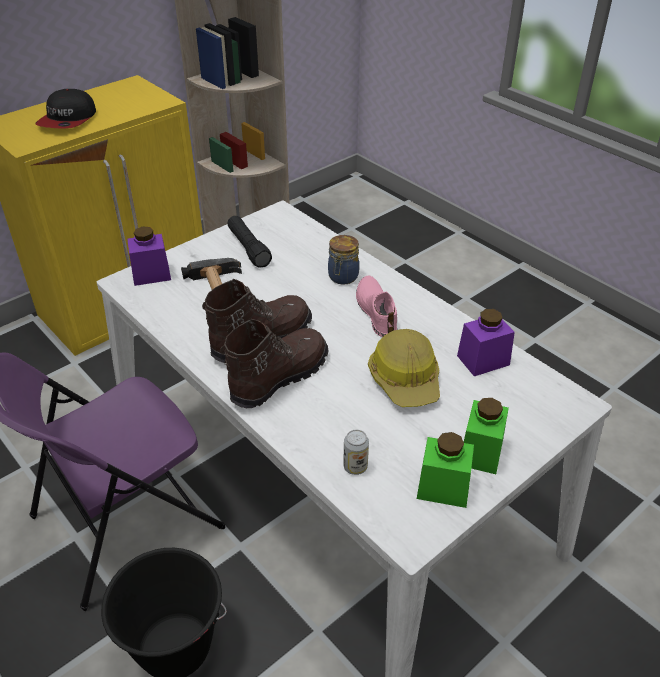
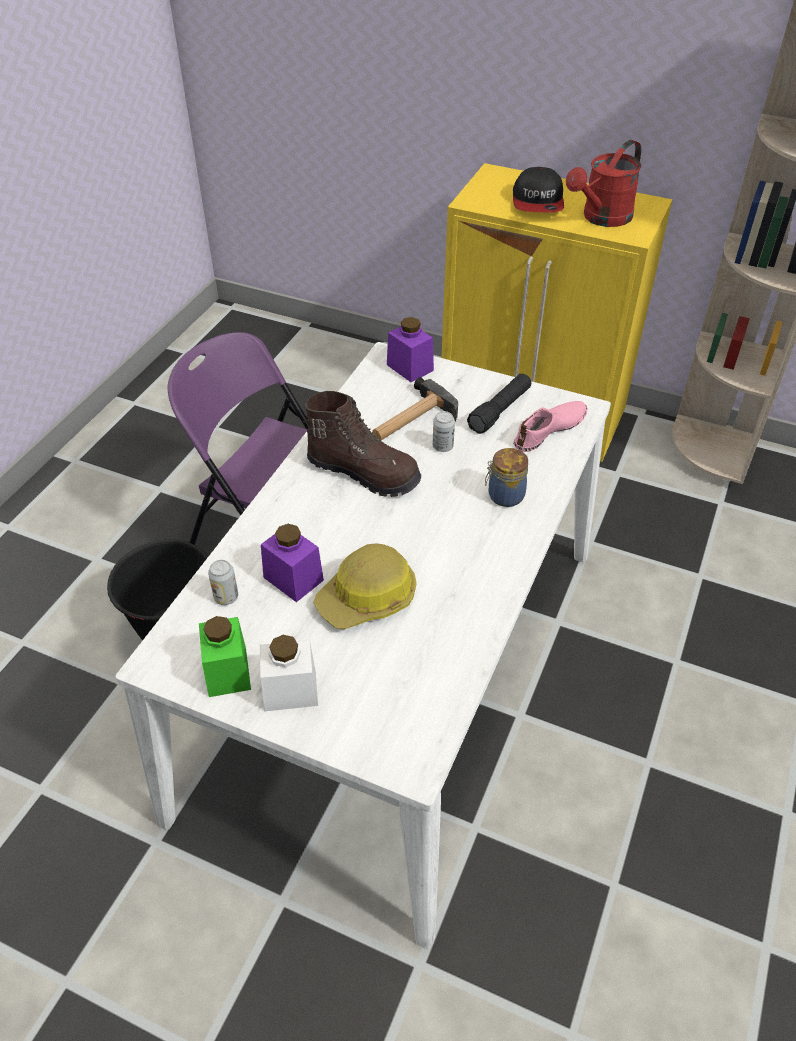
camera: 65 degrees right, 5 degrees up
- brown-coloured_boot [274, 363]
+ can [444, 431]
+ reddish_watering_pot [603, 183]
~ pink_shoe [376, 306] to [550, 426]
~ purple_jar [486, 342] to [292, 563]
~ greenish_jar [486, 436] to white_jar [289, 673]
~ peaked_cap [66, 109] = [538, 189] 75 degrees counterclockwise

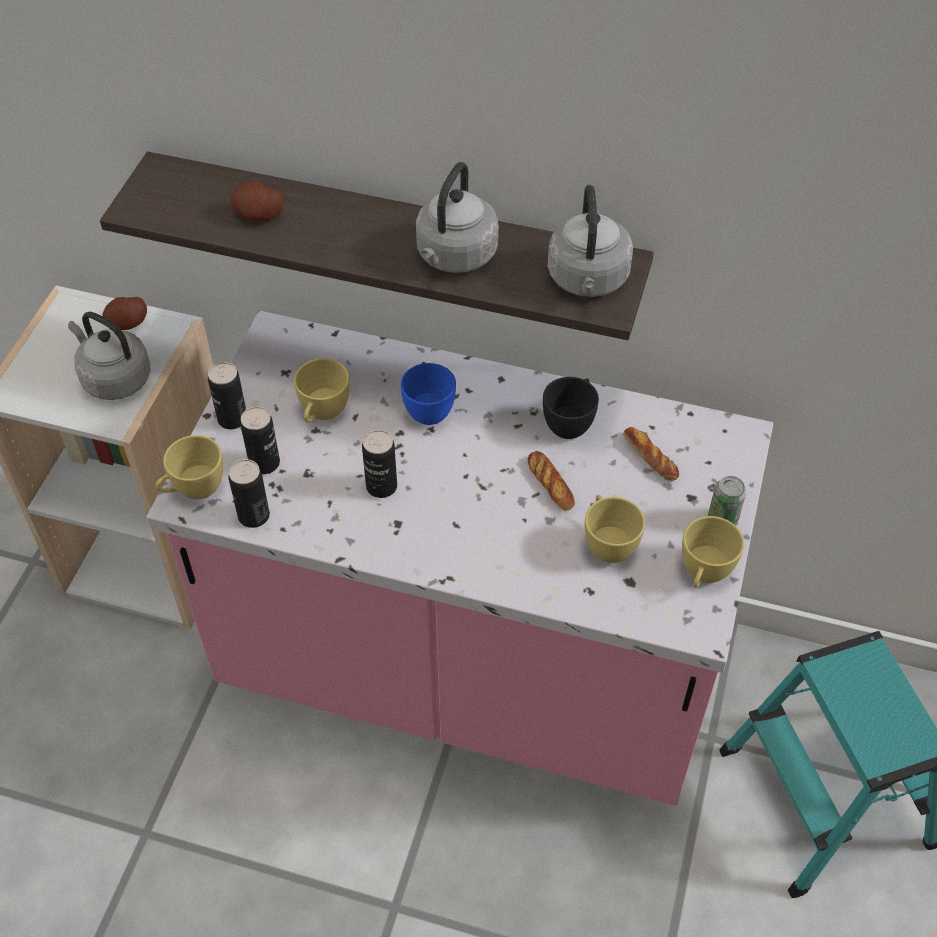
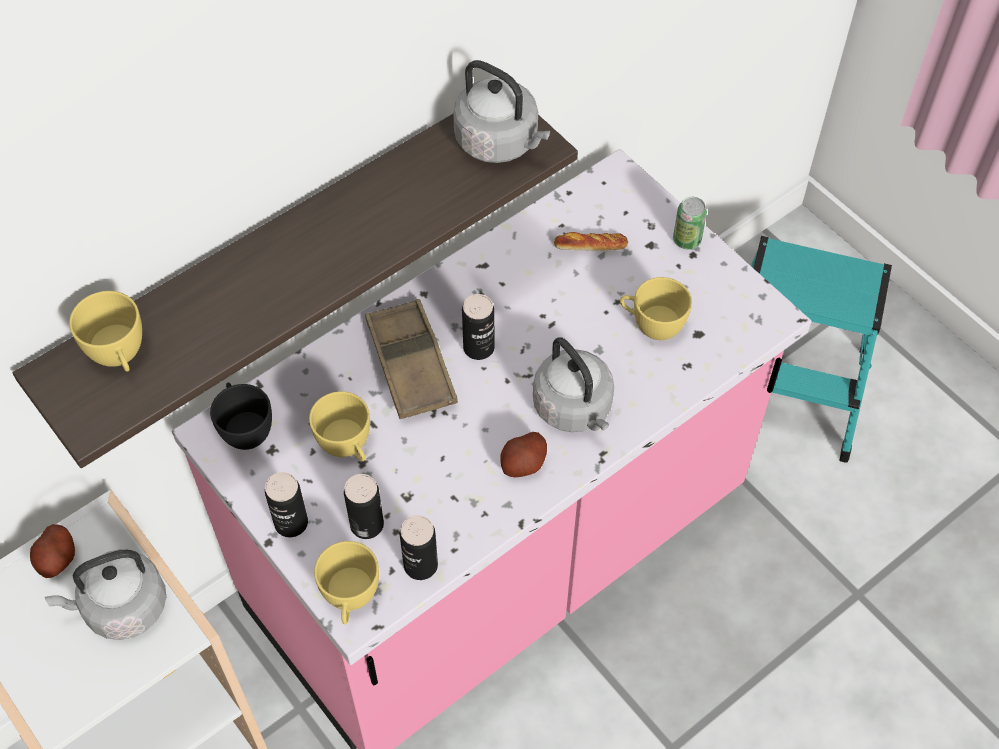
camera: 55 degrees left, 5 degrees up
- bread [551, 481]
~ spud [257, 202] to [523, 455]
~ can [379, 464] to [478, 327]
~ greyish_kettle [457, 217] to [573, 384]
~ black-coloured_cup [571, 408] to [241, 416]
~ yellow-coloured_cup [713, 552] to [105, 331]
~ blue_cup [428, 393] to brown-coloured_serving_tray [411, 359]

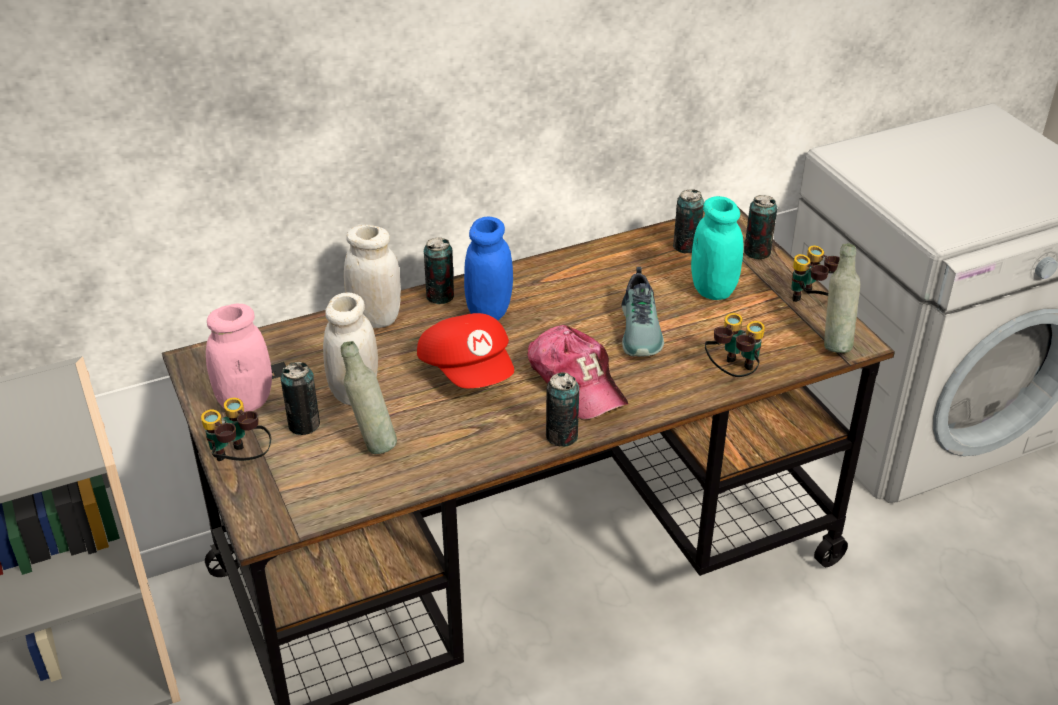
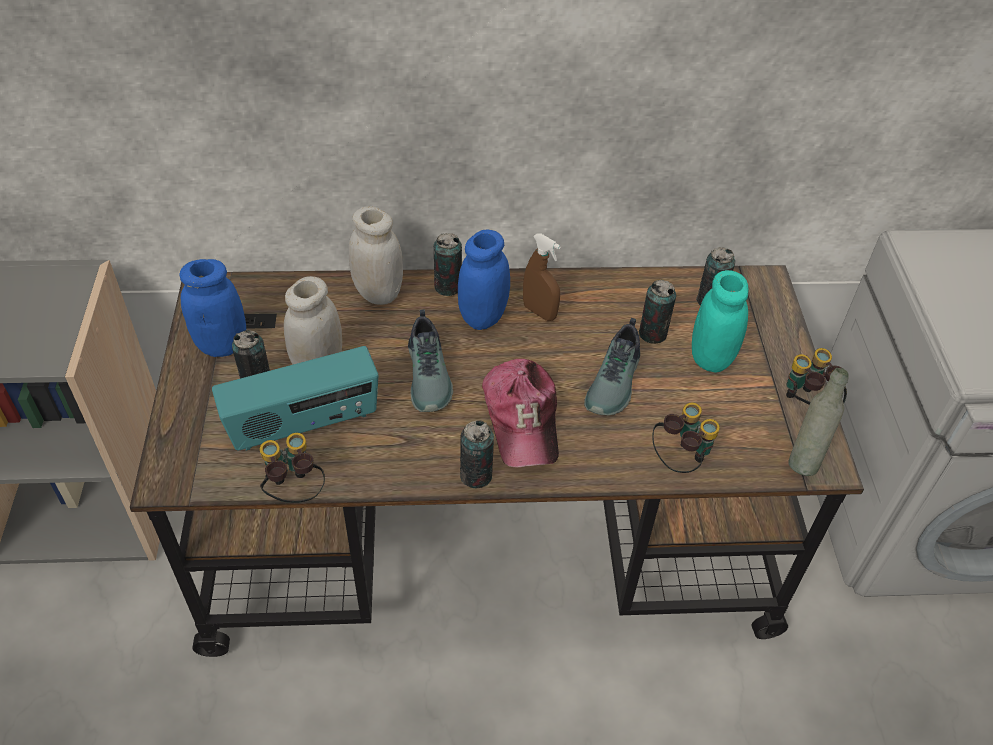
camera: 20 degrees right, 10 degrees up
+ brown-coloured_hand_sprayer [542, 277]
~ binoculars [236, 429] to [292, 468]
~ can [760, 227] to [657, 312]
~ greyish_bottle [369, 397] to radio_receiver [295, 398]
~ reddish_peaked_cap [465, 350] to shoe [430, 361]
~ pink_jar [239, 358] to blue_jar [213, 308]

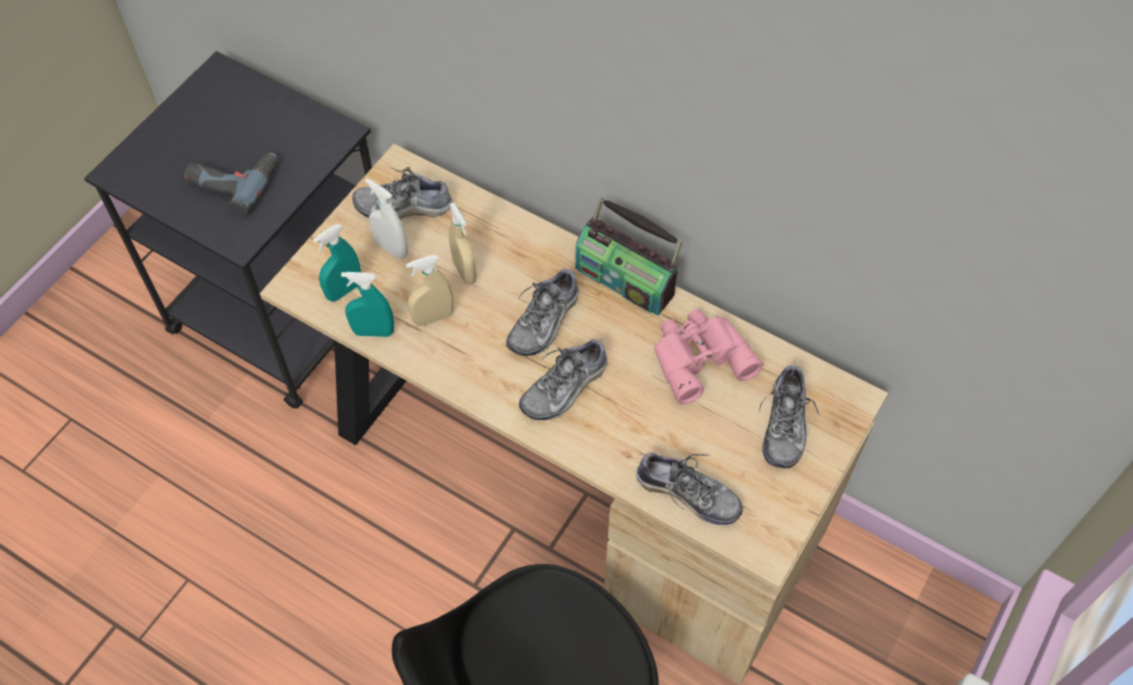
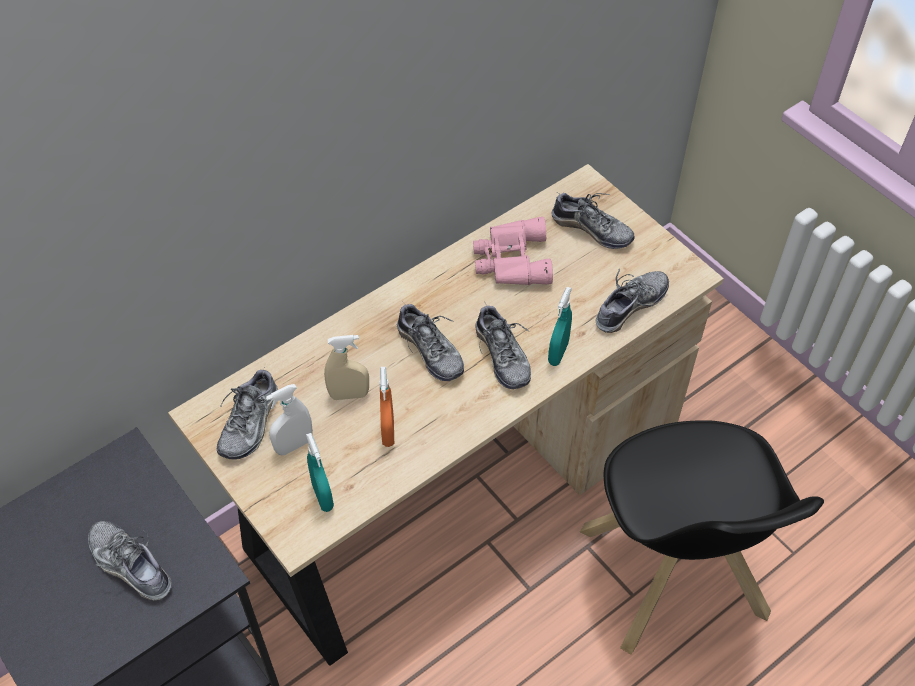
camera: 70 degrees left, 5 degrees down
- radio_receiver [629, 256]
~ turquoise_hand_sprayer [367, 304] to [560, 326]
~ power_drill [231, 184] to shoe [130, 561]
~ beige-coloured_hand_sprayer [430, 290] to orange-coloured_hand_sprayer [386, 407]

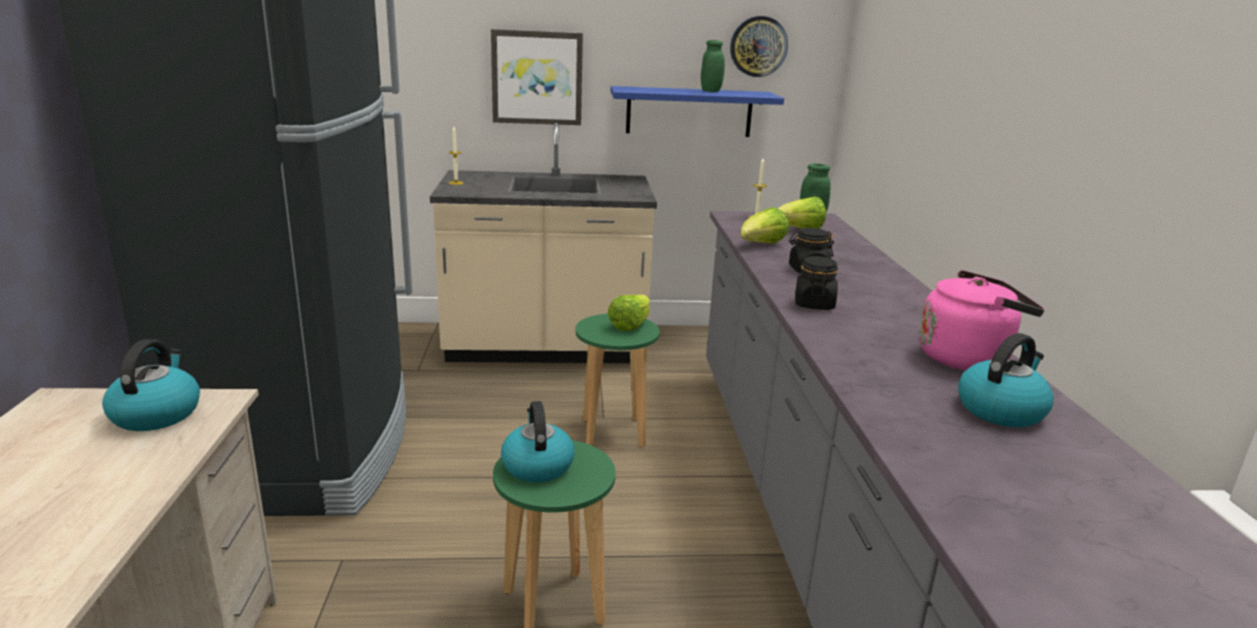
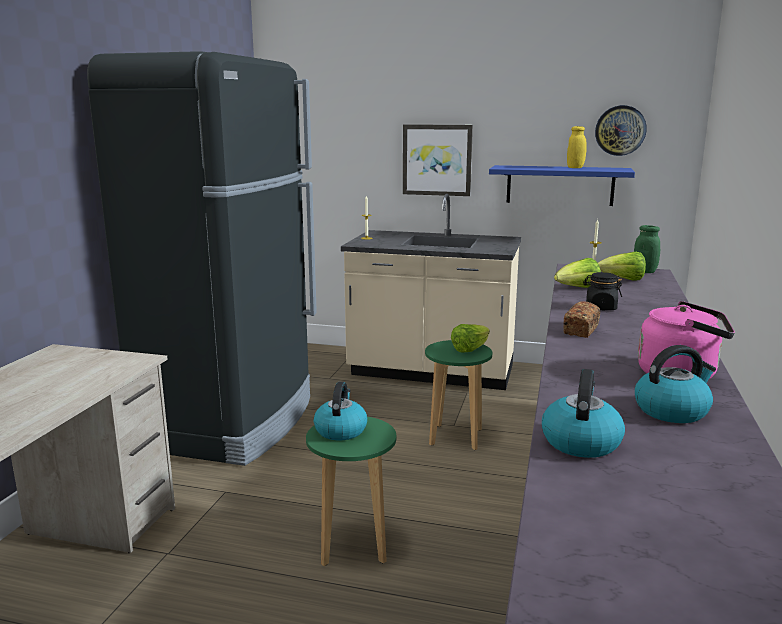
camera: 20 degrees right, 5 degrees down
~ kettle [151, 385] to [583, 413]
~ black-coloured_jar [816, 283] to bread [581, 320]
~ greenish_jar [713, 66] to yellow-coloured_jar [577, 147]

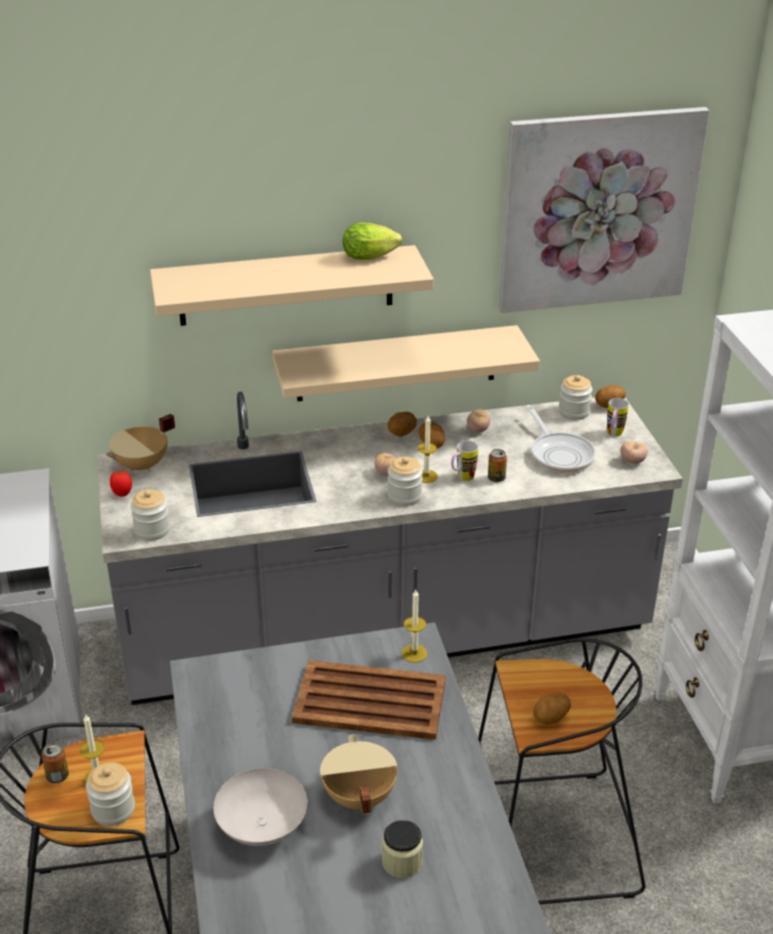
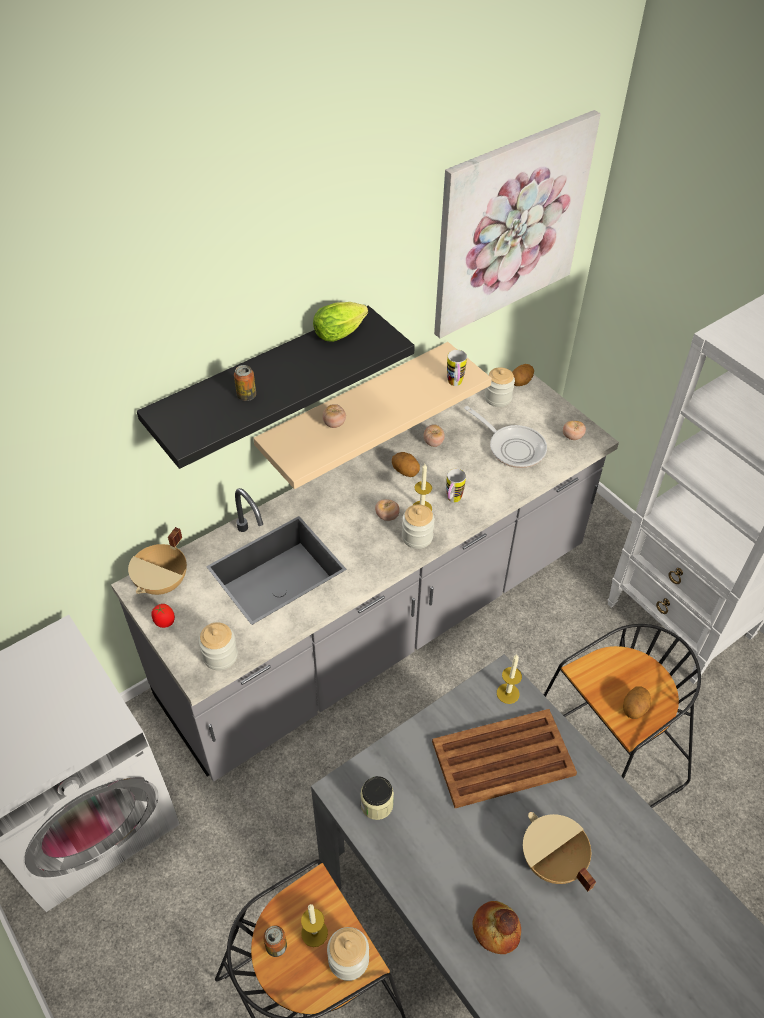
camera: 25 degrees left, 15 degrees up
- spud [402, 424]
+ tomato [334, 416]
~ jar [402, 849] to [377, 798]
~ can [497, 465] to [245, 383]
~ mug [618, 417] to [457, 368]
~ white_deep_dish [260, 807] to bread [496, 927]
~ beige-coloured_shelf [292, 285] to black-coloured_shelf [276, 387]

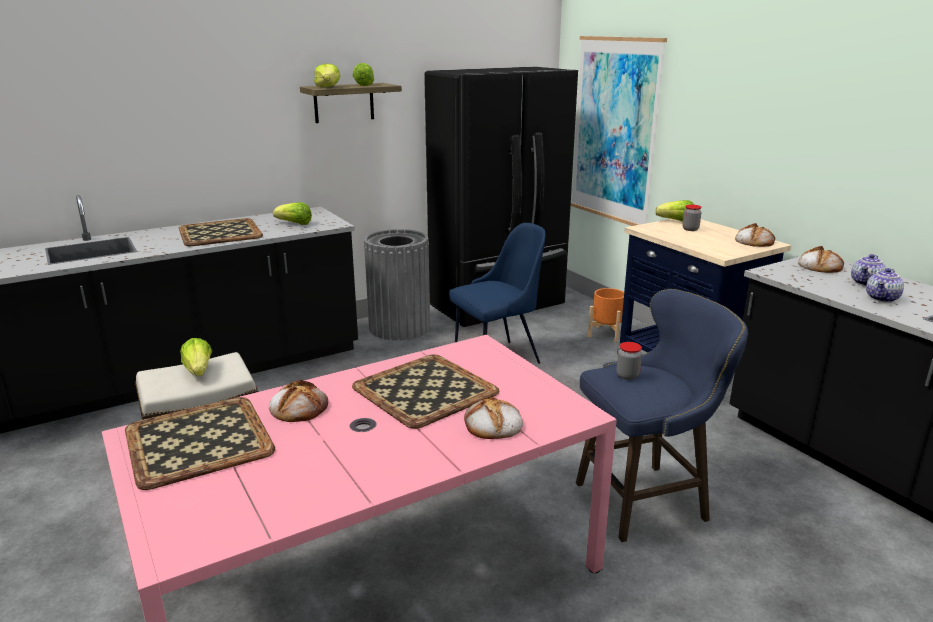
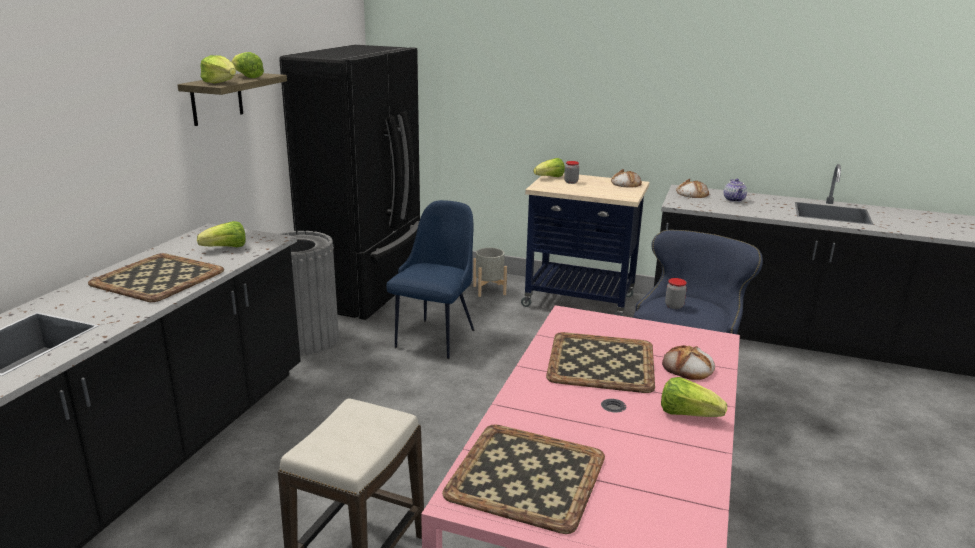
camera: 40 degrees left, 0 degrees up
- bread [298, 401]
- wall_picture [619, 131]
- pot_for_tea [885, 285]
~ lettuce [196, 357] to [694, 397]
~ orange-coloured_planter [606, 315] to greyish_planter [490, 272]

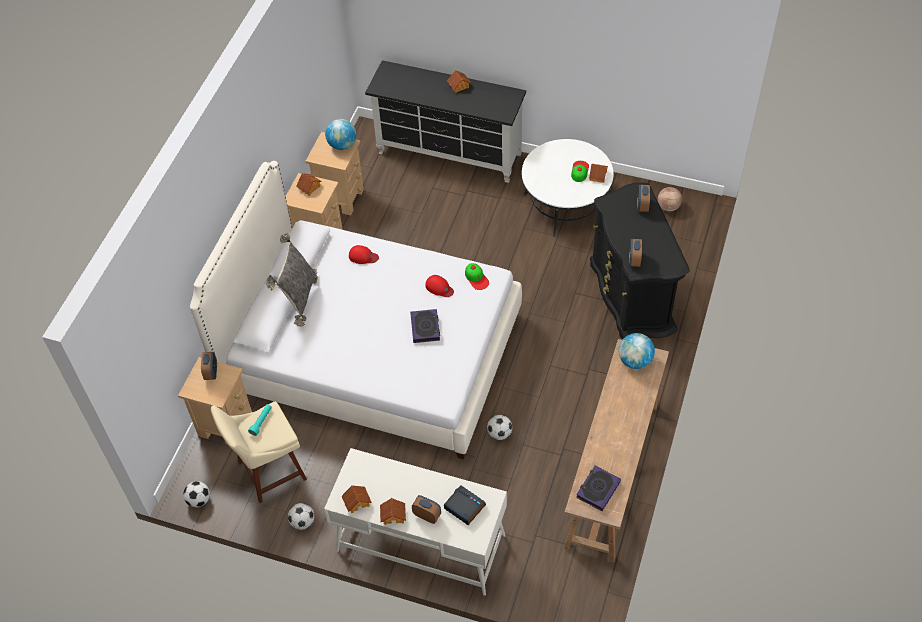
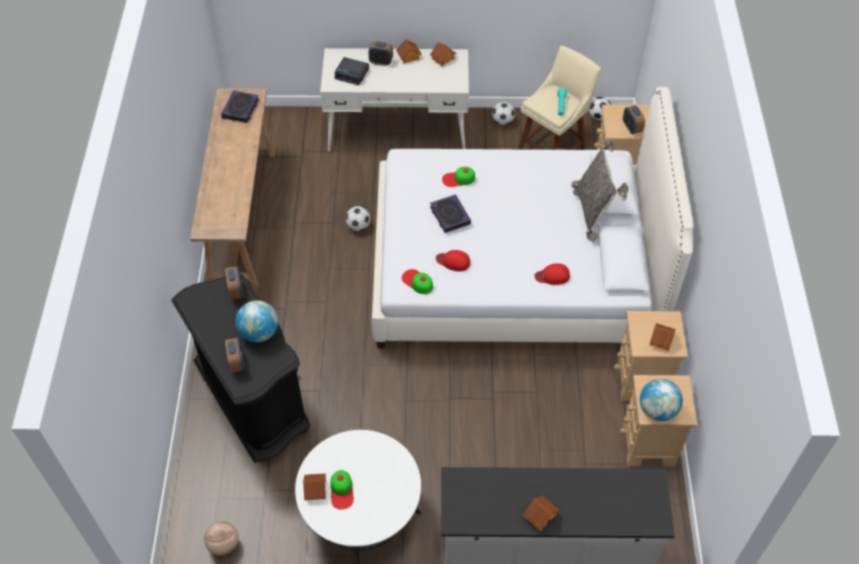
camera: 160 degrees right, 0 degrees up
+ peaked_cap [458, 177]
~ globe [637, 351] to [257, 321]

